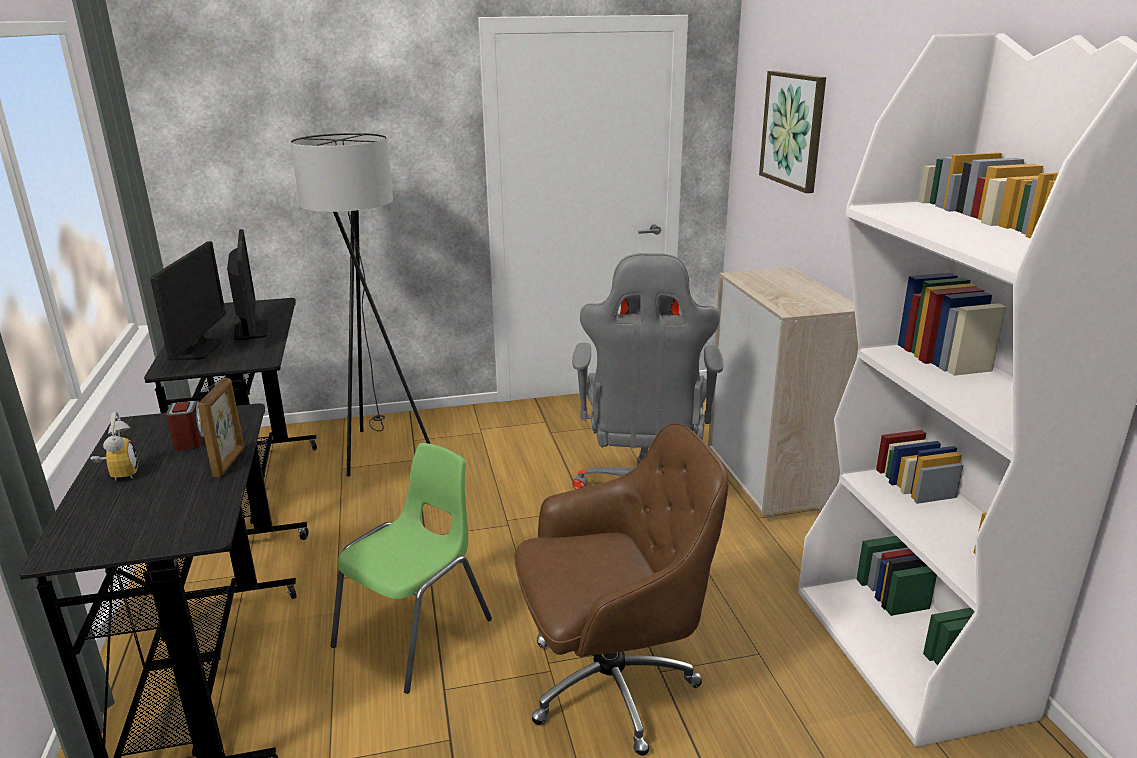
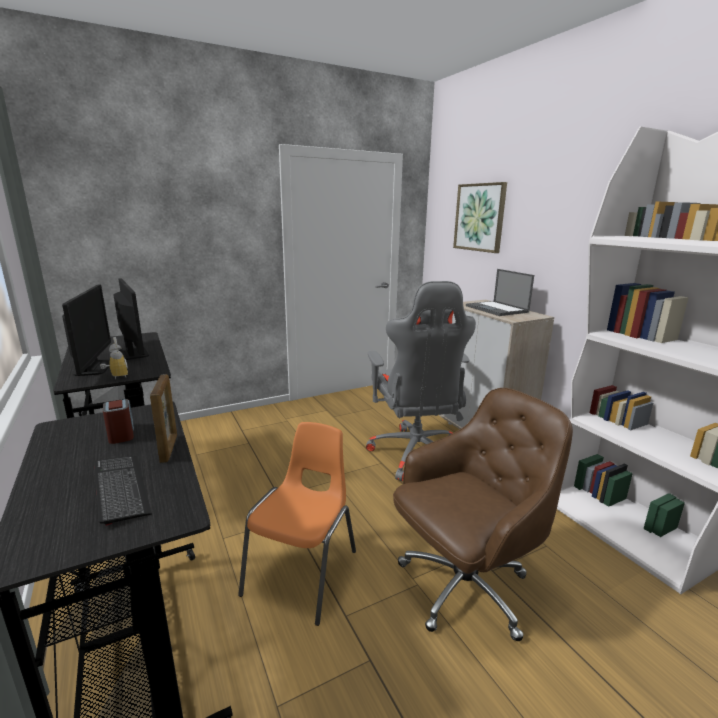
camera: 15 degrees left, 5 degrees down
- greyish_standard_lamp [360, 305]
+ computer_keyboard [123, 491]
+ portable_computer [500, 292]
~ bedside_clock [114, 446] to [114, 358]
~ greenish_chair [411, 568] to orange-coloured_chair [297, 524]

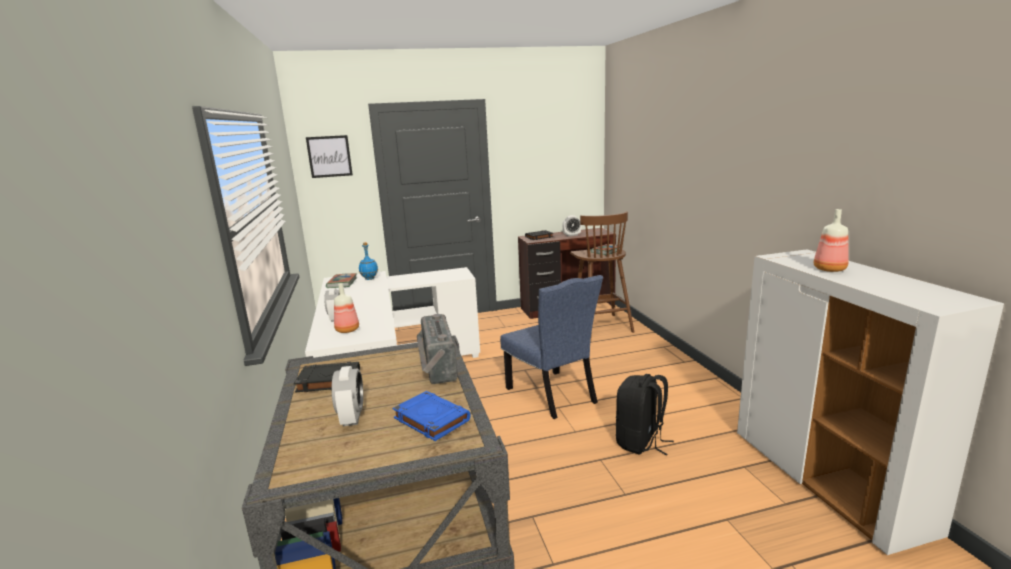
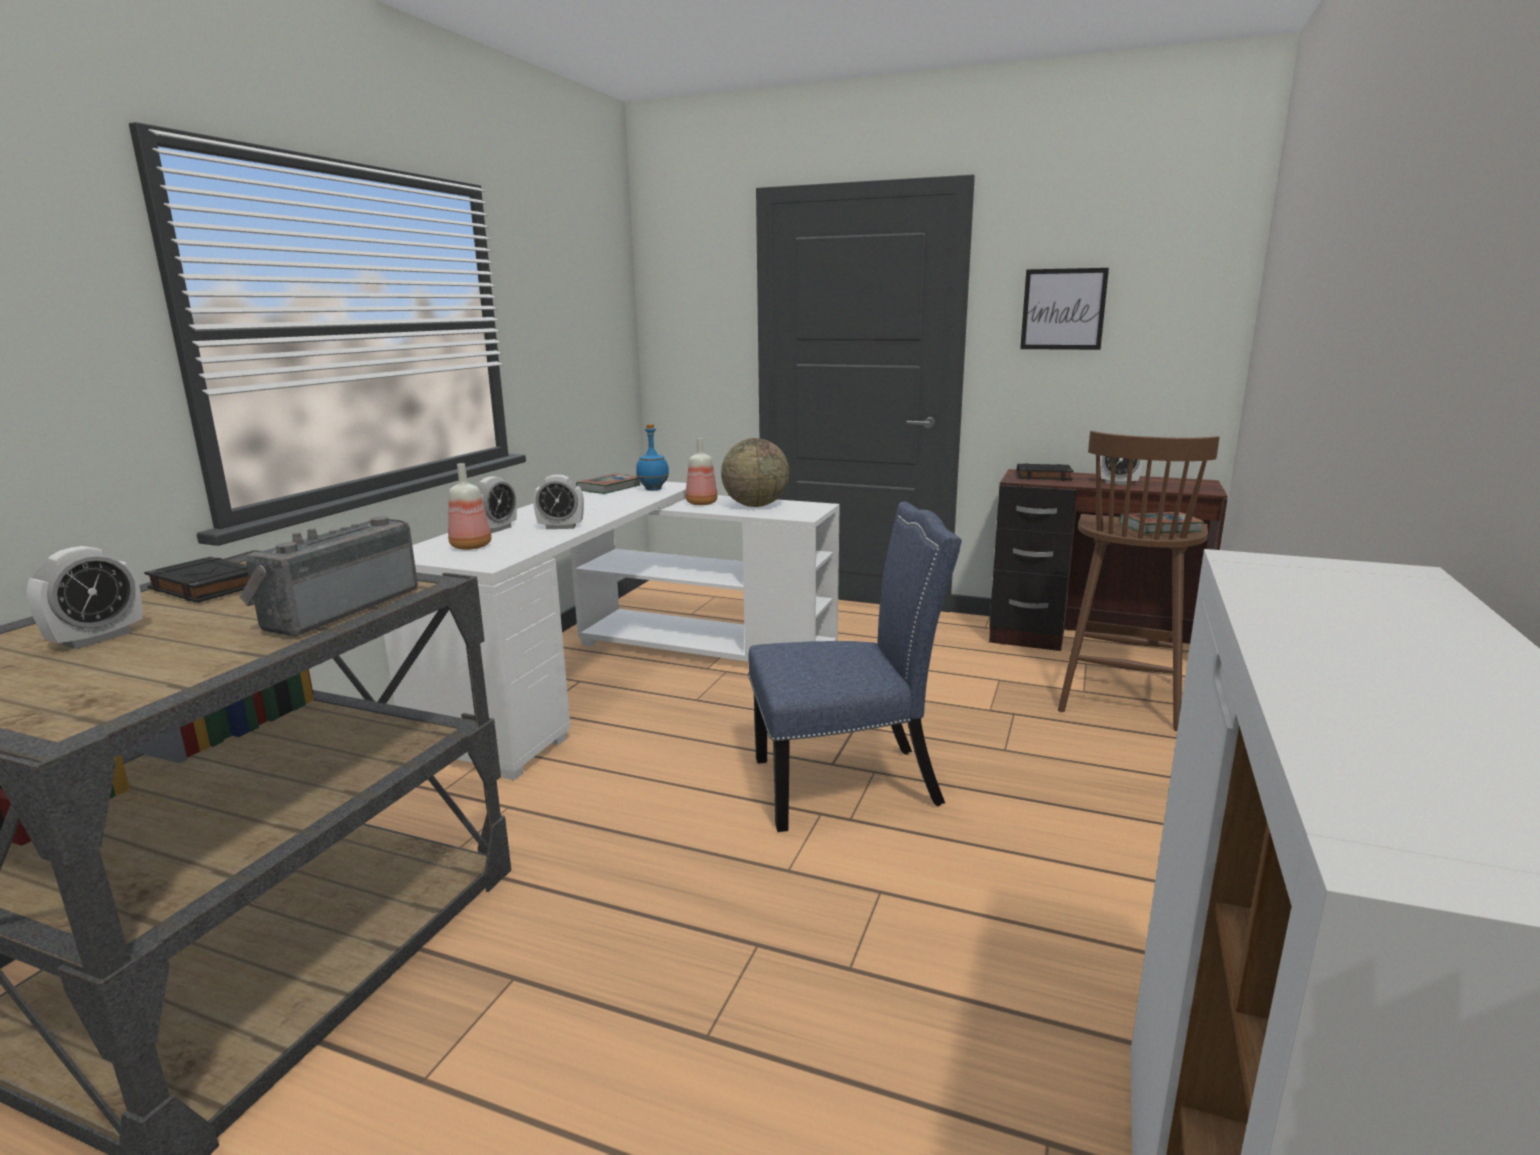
camera: 35 degrees right, 0 degrees up
- blue_volume [432, 416]
- black-coloured_backpack [645, 414]
+ bedside_clock [558, 502]
+ globe [755, 472]
~ wall_picture [329, 156] to [1064, 309]
~ bottle [831, 240] to [702, 471]
~ blue_chair [551, 347] = [855, 667] 105 degrees counterclockwise

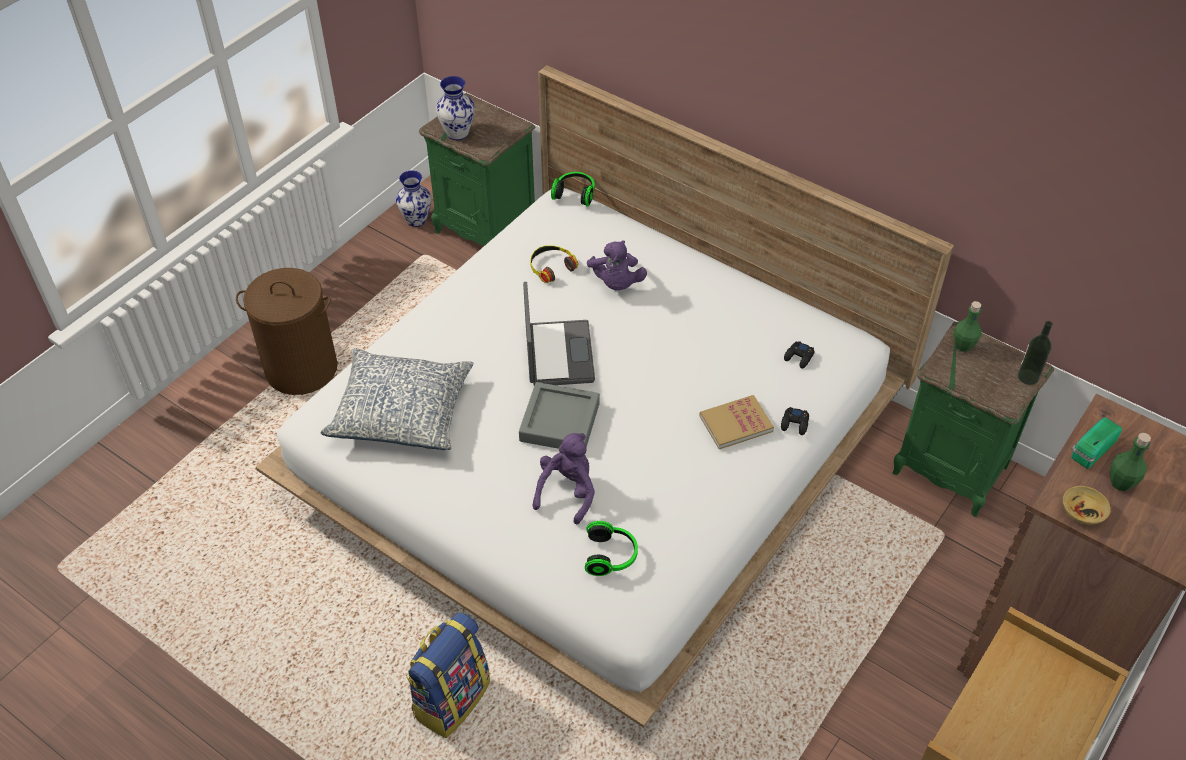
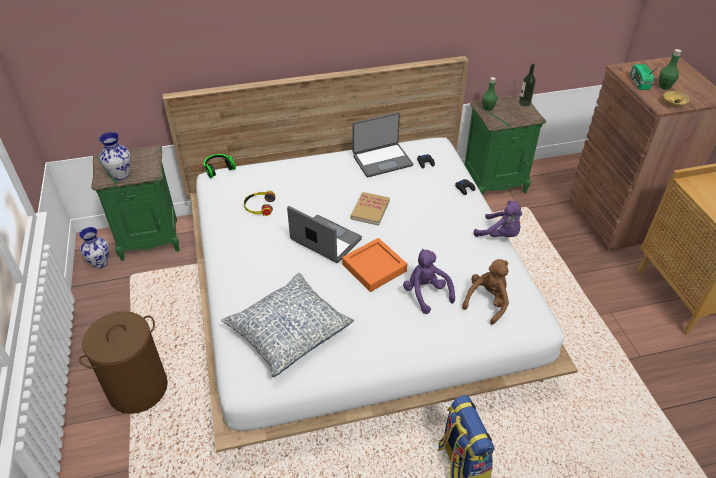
camera: 50 degrees left, 5 degrees down
+ portable_computer [382, 144]
~ purple_cuddly_toy [617, 265] to [498, 218]
~ volume [736, 422] to [370, 209]
~ headset [611, 548] to brown-coloured_cuddly_toy [485, 292]
~ greyish_serving_tray [559, 415] to orange-coloured_serving_tray [374, 265]

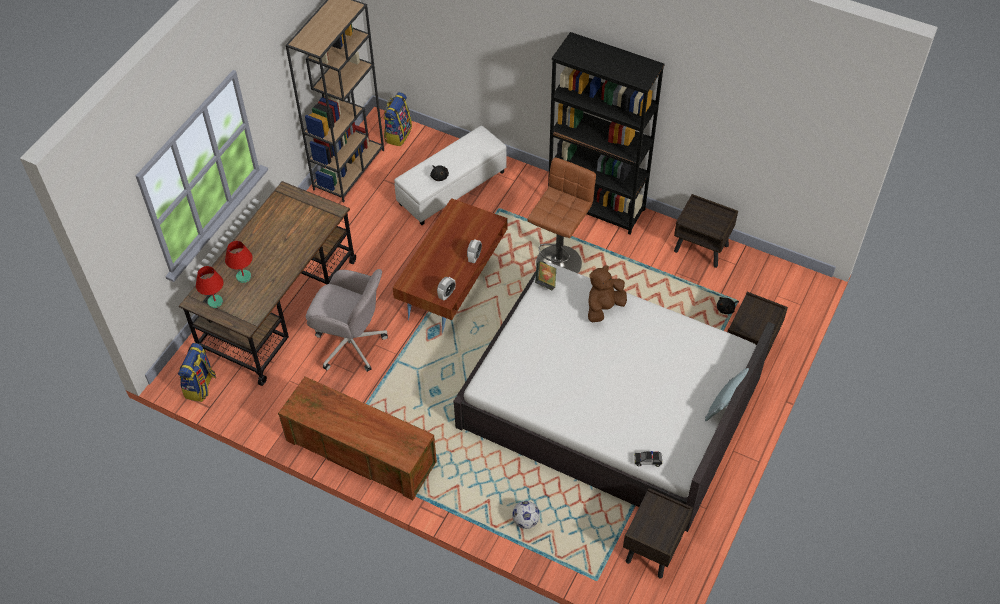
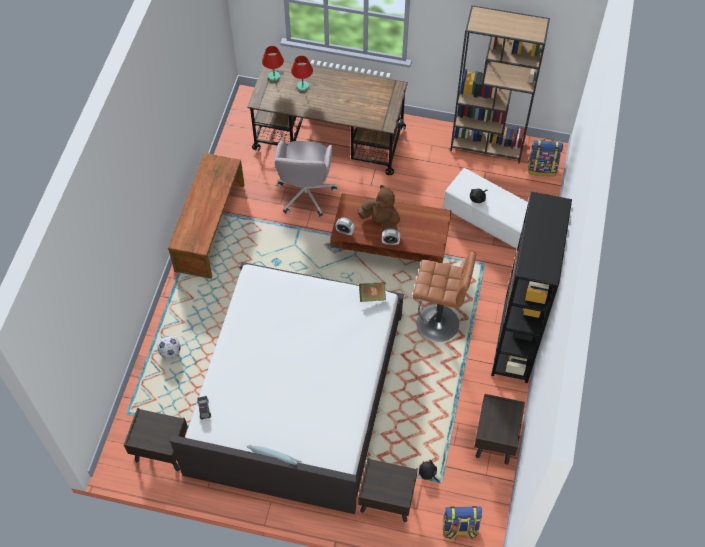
camera: 75 degrees right, 5 degrees up
~ backpack [197, 372] to [462, 523]
~ brown-coloured_cuddly_toy [607, 293] to [378, 208]

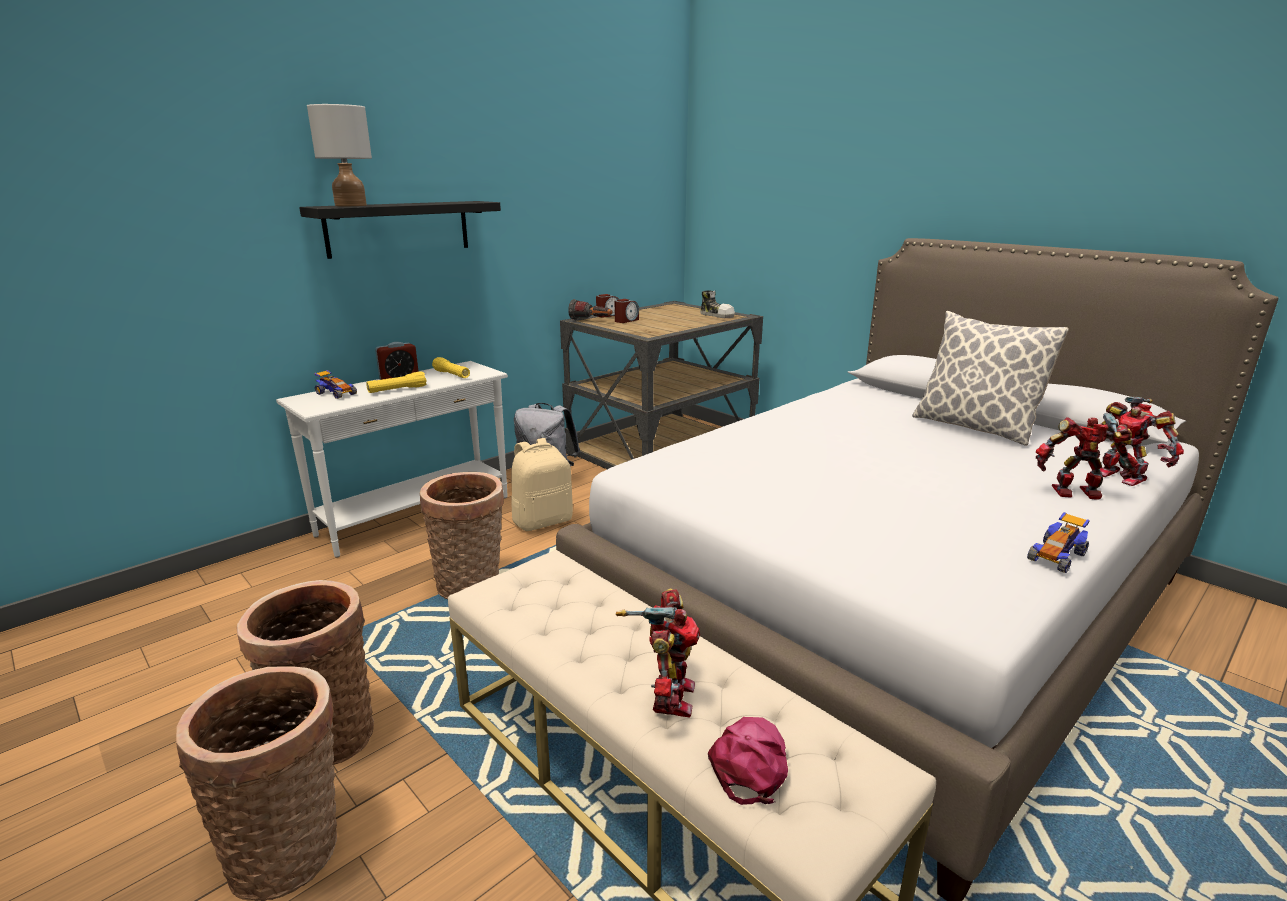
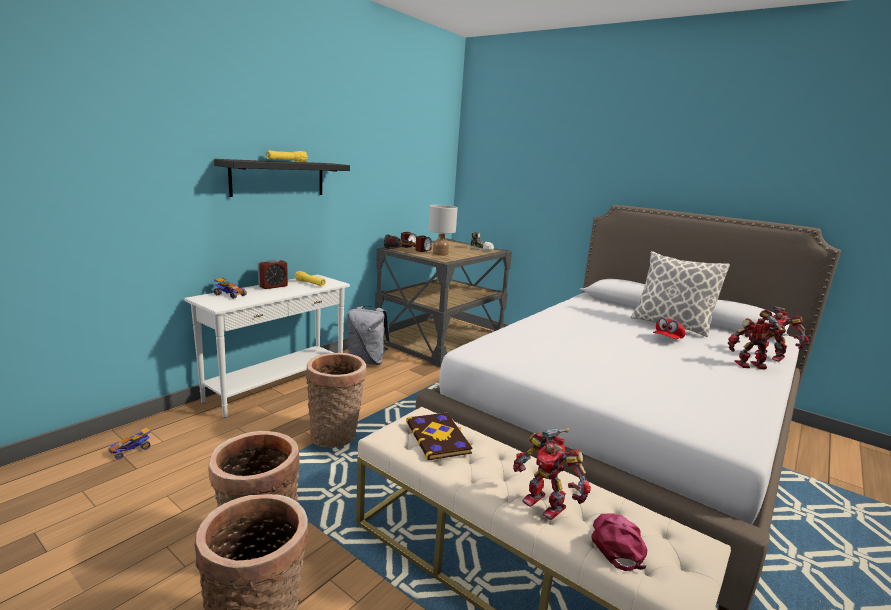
camera: 10 degrees left, 5 degrees down
- beige-coloured_backpack [542, 484]
+ volume [439, 437]
+ reddish_peaked_cap [669, 328]
~ greyish_table_lamp [339, 155] to [443, 230]
~ yellow-coloured_torch [396, 382] to [287, 156]
~ toy_car [1058, 542] to [129, 443]
~ robot_figure [658, 653] = [552, 474] 135 degrees clockwise

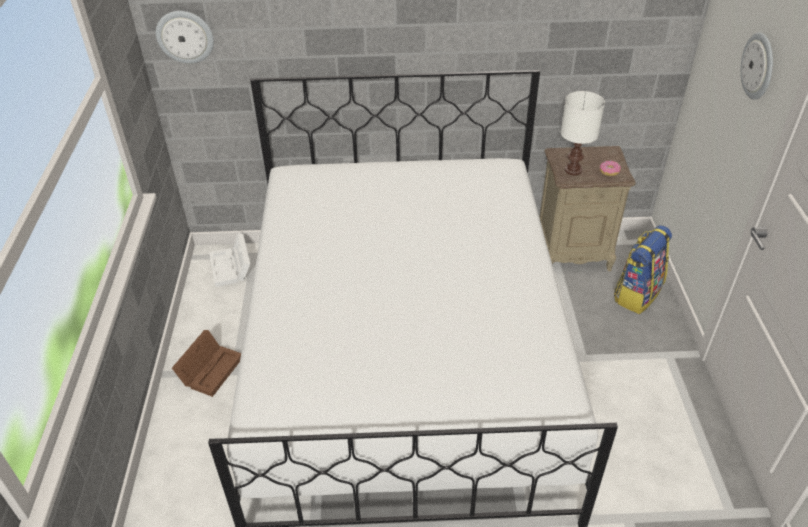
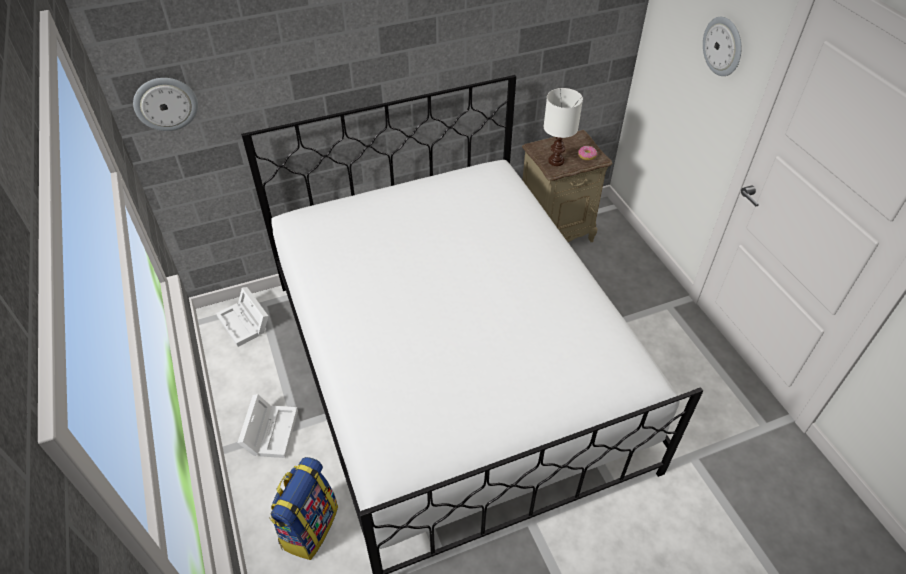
camera: 20 degrees left, 5 degrees up
~ backpack [643, 269] to [303, 508]
~ brown-coloured_storage_box [206, 363] to white_storage_box [268, 426]

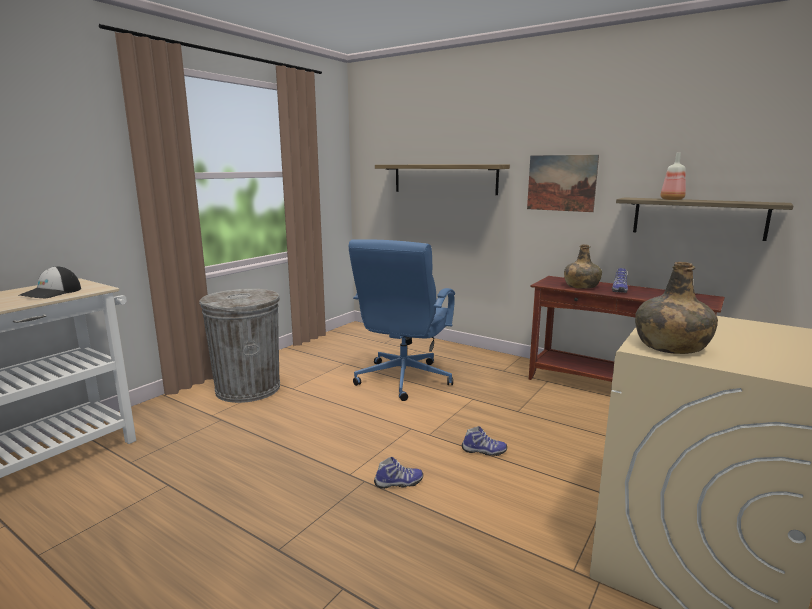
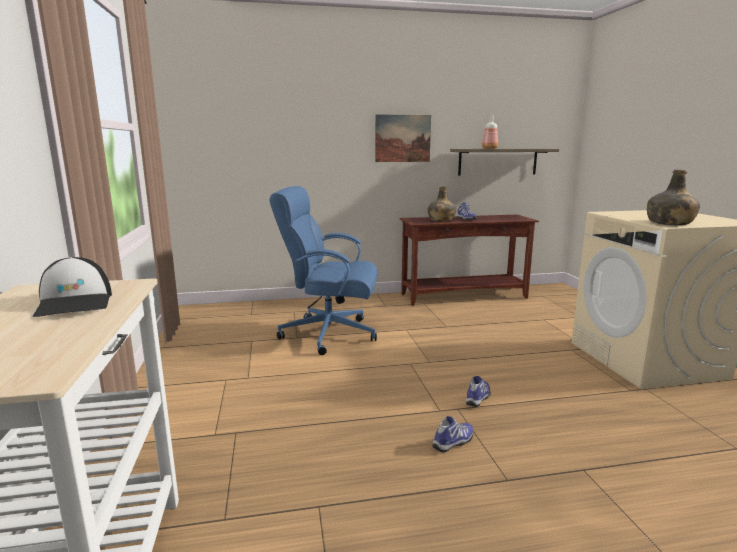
camera: 45 degrees left, 0 degrees up
- greyish_waste_bin [239, 346]
- shelf [442, 180]
~ shoe [484, 441] to [452, 434]
~ blue_computer_chair [402, 320] = [323, 270] 120 degrees clockwise

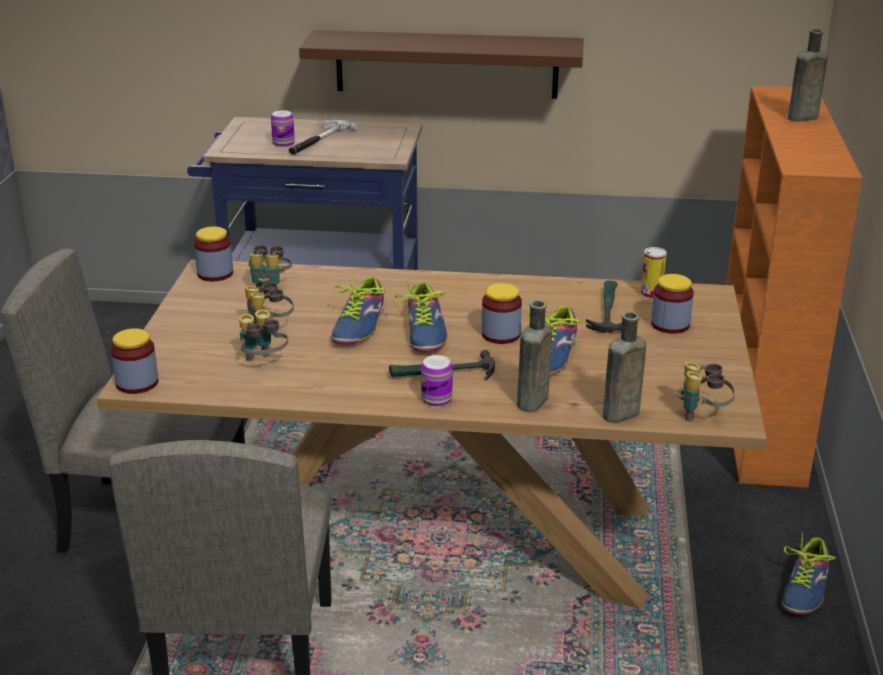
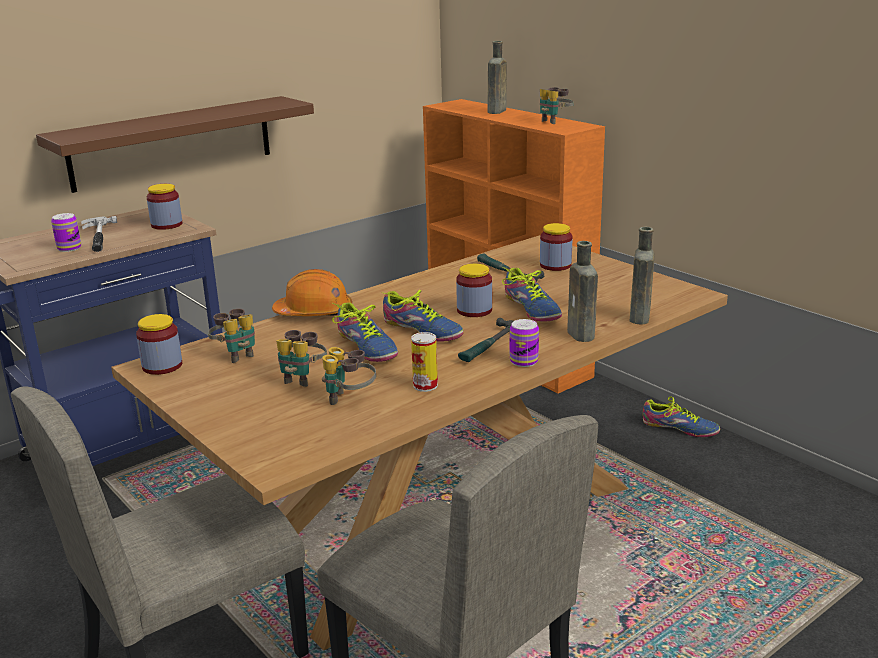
camera: 45 degrees left, 5 degrees down
+ orange-coloured_safety_helmet [312, 292]
~ jar [135, 361] to [164, 207]
~ can [654, 273] to [424, 362]
~ binoculars [705, 391] to [557, 105]
~ shoe [809, 573] = [681, 416] 45 degrees counterclockwise

